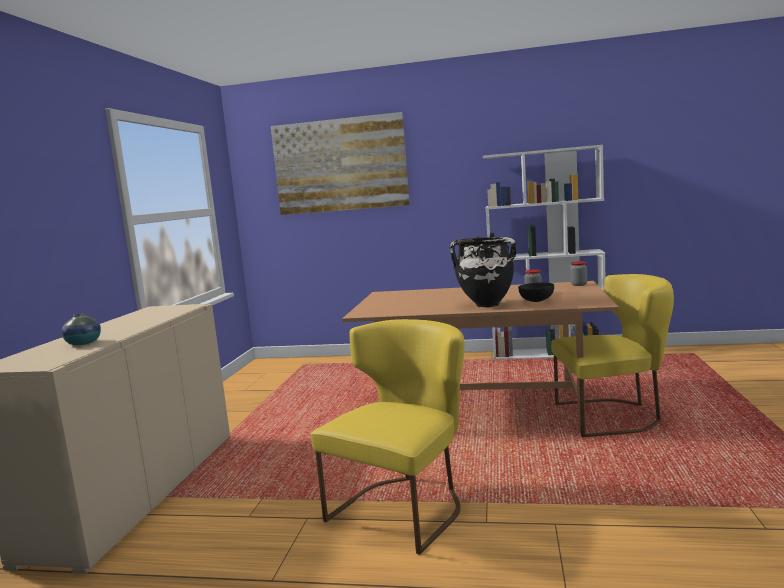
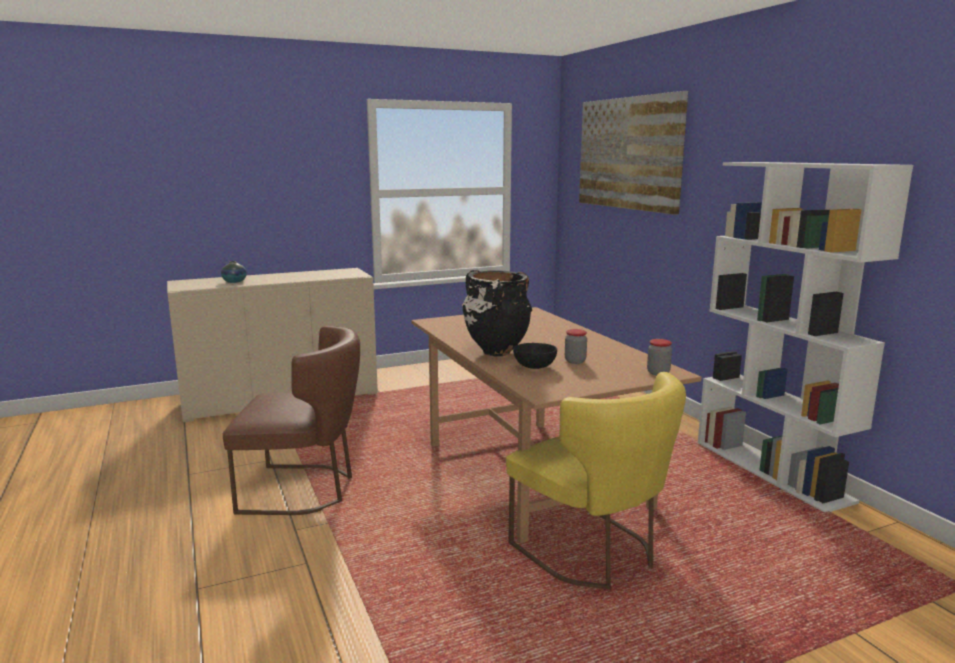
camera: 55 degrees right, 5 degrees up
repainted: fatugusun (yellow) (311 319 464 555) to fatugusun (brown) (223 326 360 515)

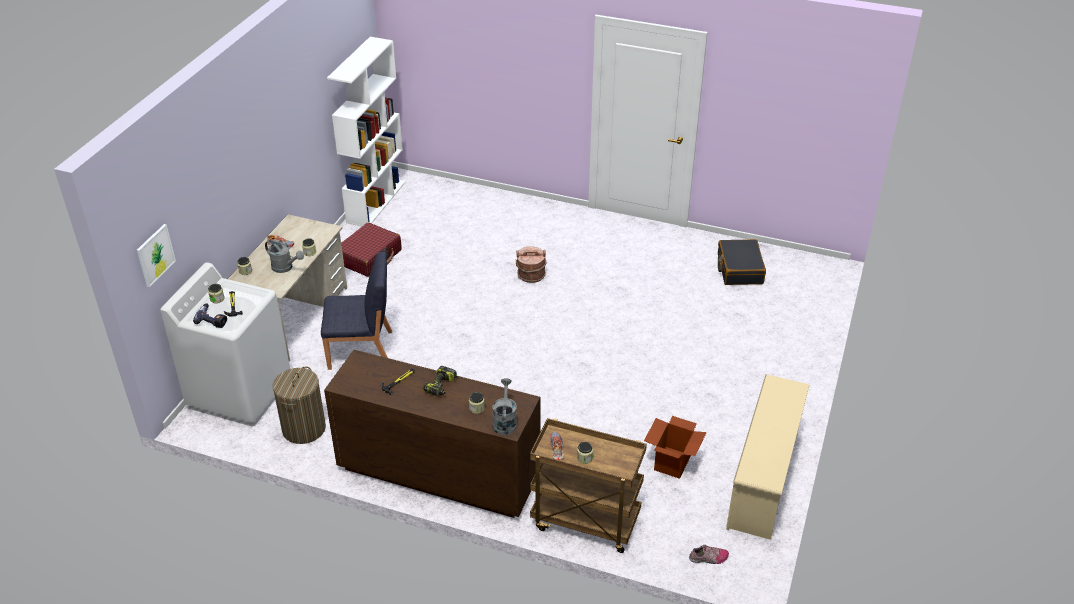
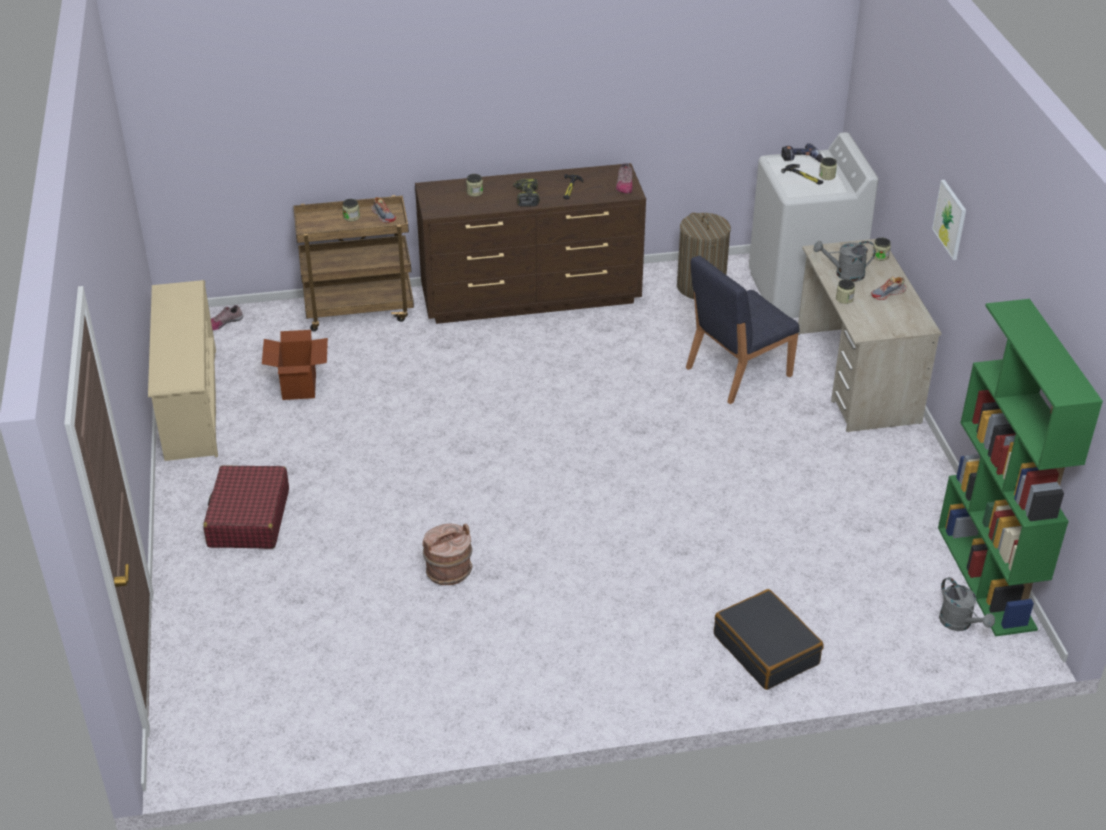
camera: 150 degrees right, 0 degrees up
new: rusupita (616 163 632 193)
shifted: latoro (137 224 176 287) to (932 180 966 260); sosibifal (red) (341 222 402 277) to (203 465 289 549); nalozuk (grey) (492 378 517 435) to (939 577 995 631); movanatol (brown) (516 246 546 283) to (423 524 473 585); sosibifal (black) (718 239 766 285) to (714 589 823 690)
repainted: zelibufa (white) (327 37 406 227) to zelibufa (green) (938 299 1103 636)

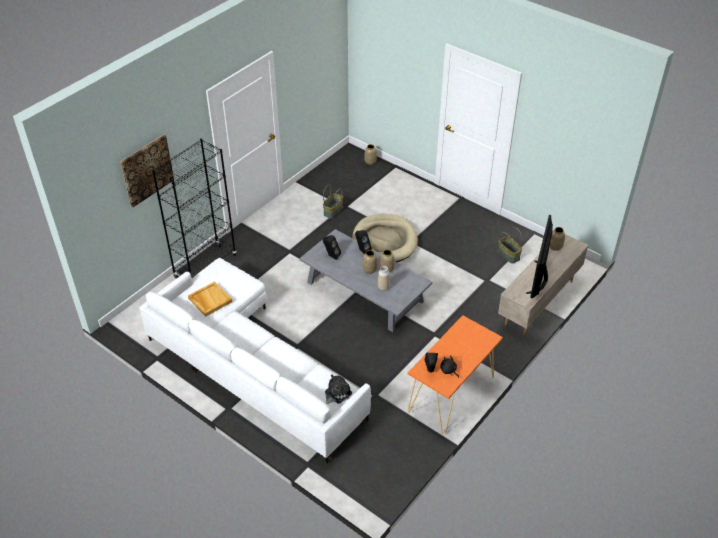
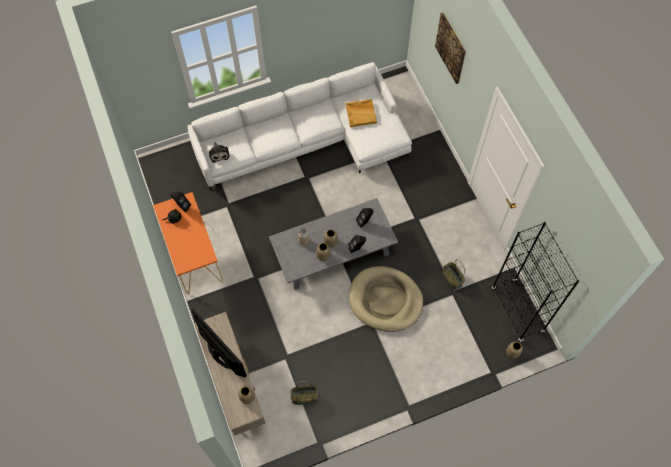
camera: 120 degrees right, 20 degrees up
shifted: zelibufa (black) (152 139 236 279) to (492 222 579 342)

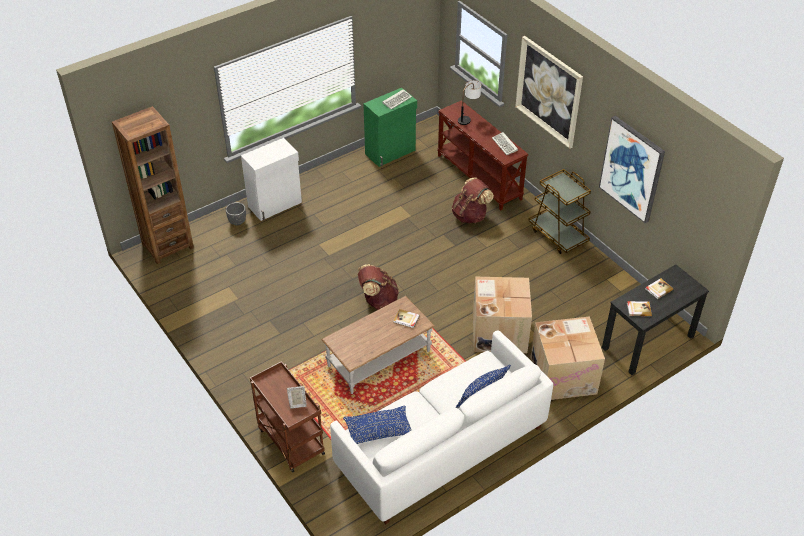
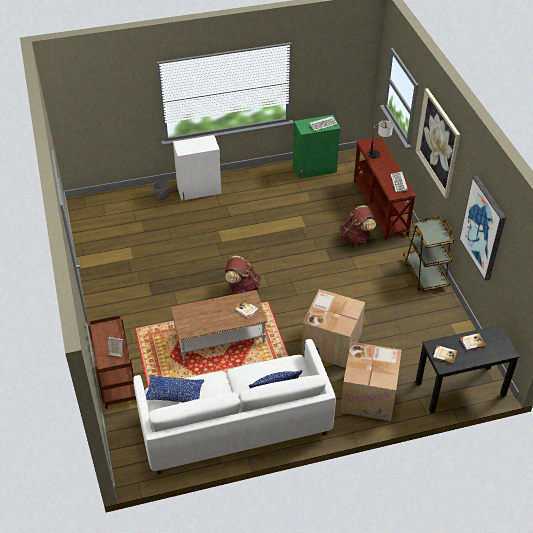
camera: 20 degrees right, 0 degrees up
gone: zelibufa (brown) (112 106 194 264)

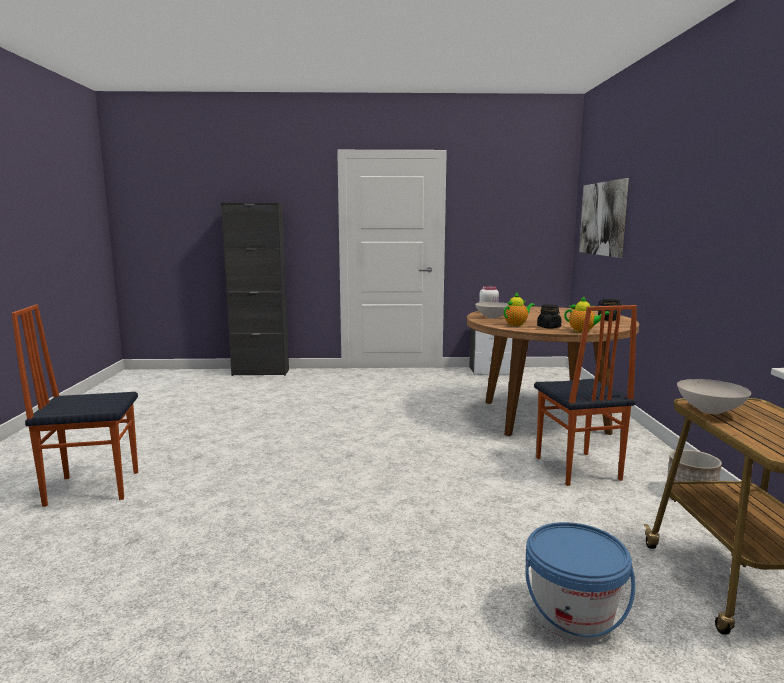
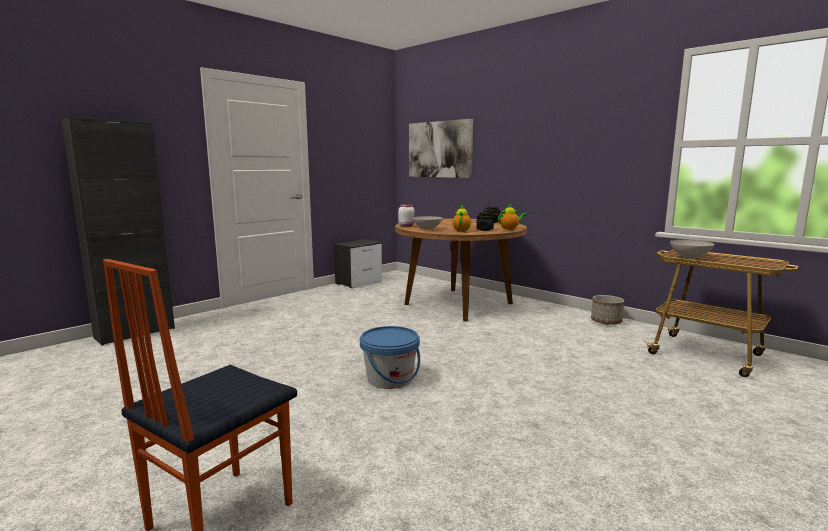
camera: 45 degrees left, 0 degrees up
gone: fatugusun (534 305 637 486)
shifted: movanatol (blue) (525 522 635 642) to (360 326 420 389)

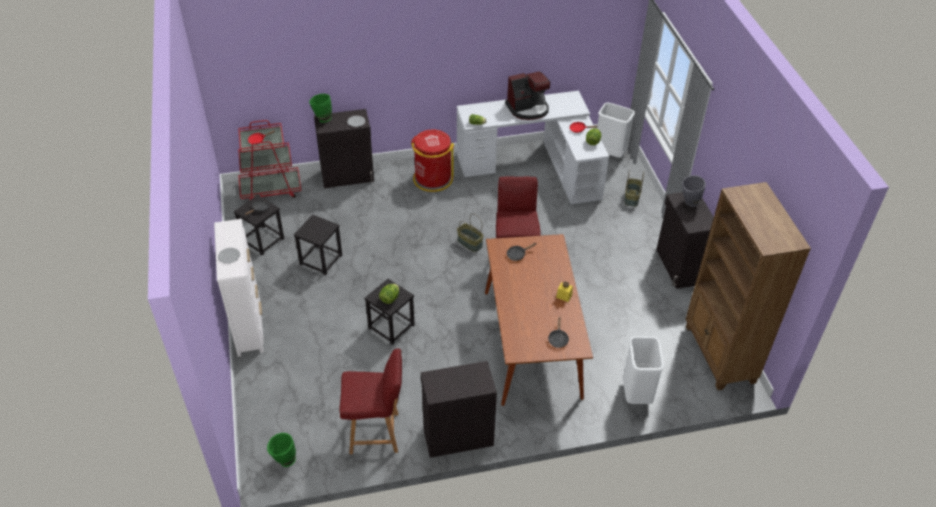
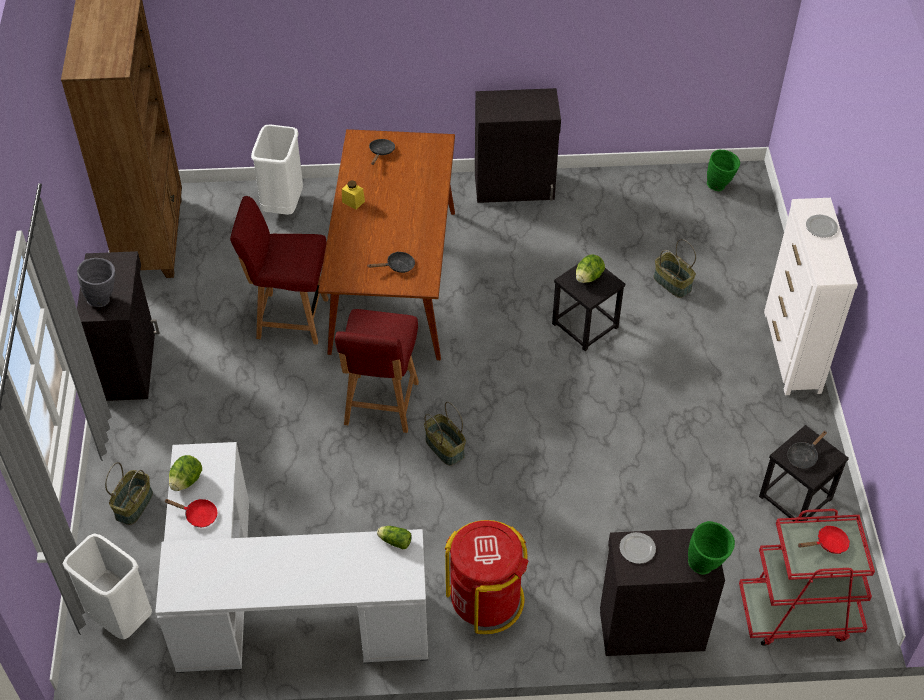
camera: 170 degrees left, 5 degrees up
gone: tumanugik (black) (294 214 342 275); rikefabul (505 71 550 120)
new: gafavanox (654 239 696 298)
shifted: fatugusun (red) (339 348 402 454) to (230 196 329 345)

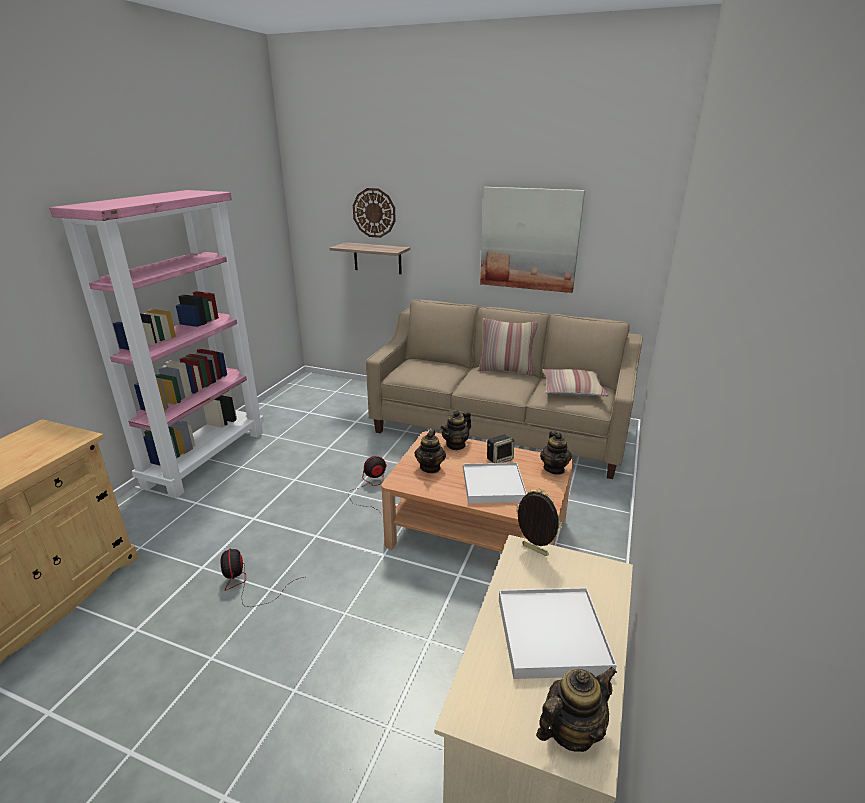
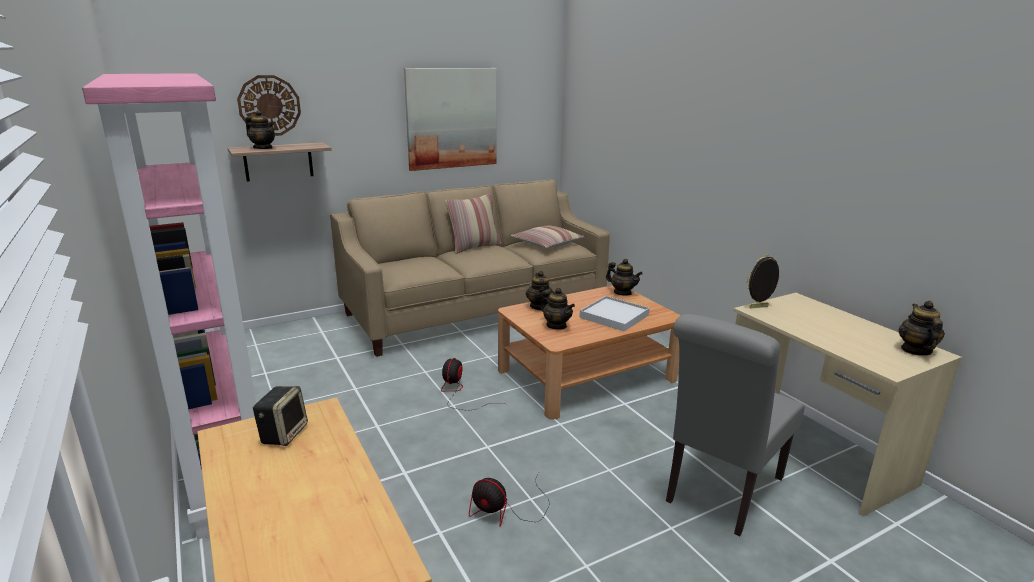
camera: 50 degrees left, 5 degrees down
gone: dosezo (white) (499 588 617 679)
new: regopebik (245 110 275 149); fatugusun (grey) (666 314 805 537)
shifted: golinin (487 435 514 463) to (253 386 308 446)

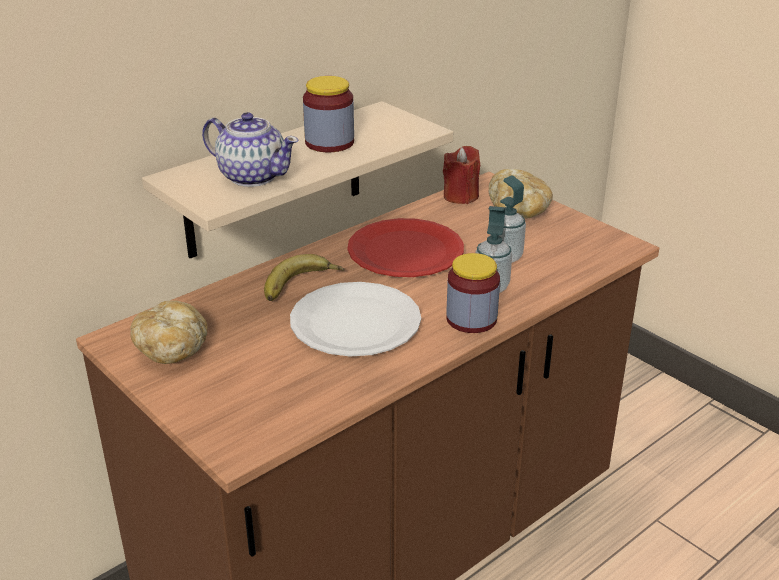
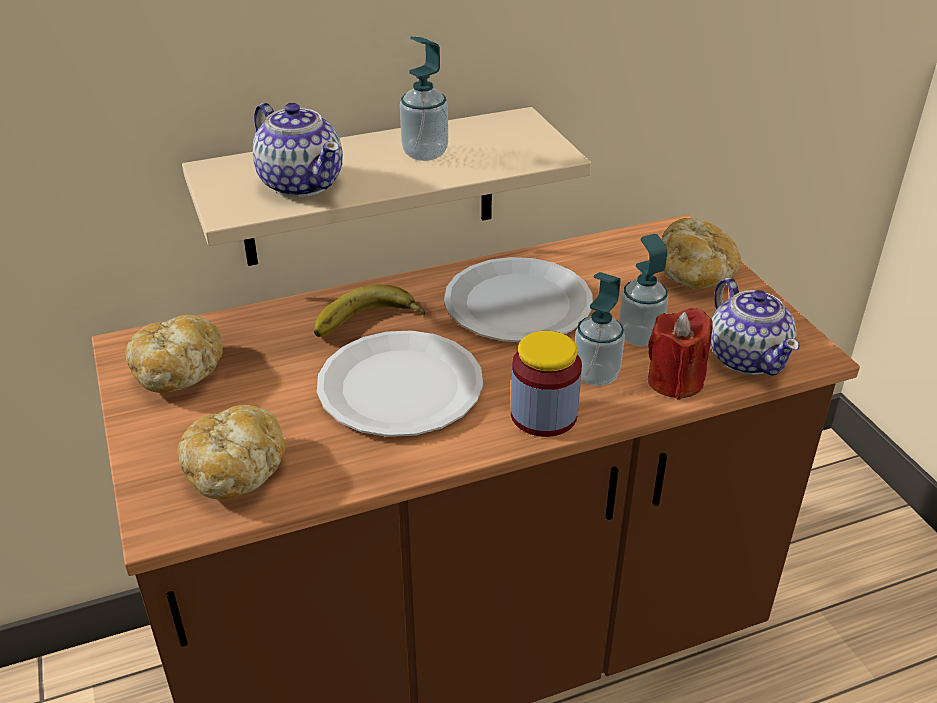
camera: 20 degrees right, 5 degrees up
new: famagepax (177 405 285 500); regopebik (710 278 800 376)
shifted: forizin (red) (443 146 480 204) to (648 308 713 400)
swapped: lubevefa (303 76 354 152) to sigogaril (400 36 448 161)
repainted: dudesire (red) (347 218 464 277) to dudesire (white) (444 257 593 342)

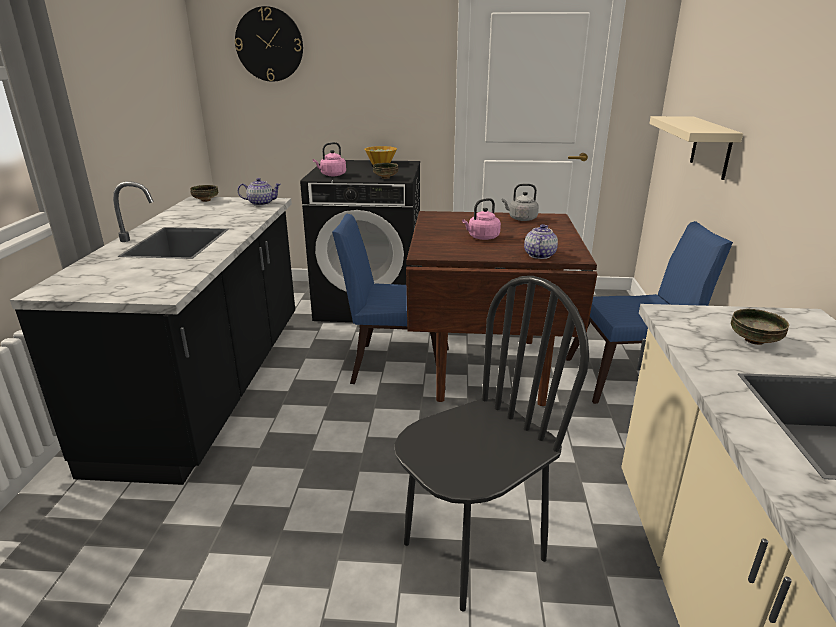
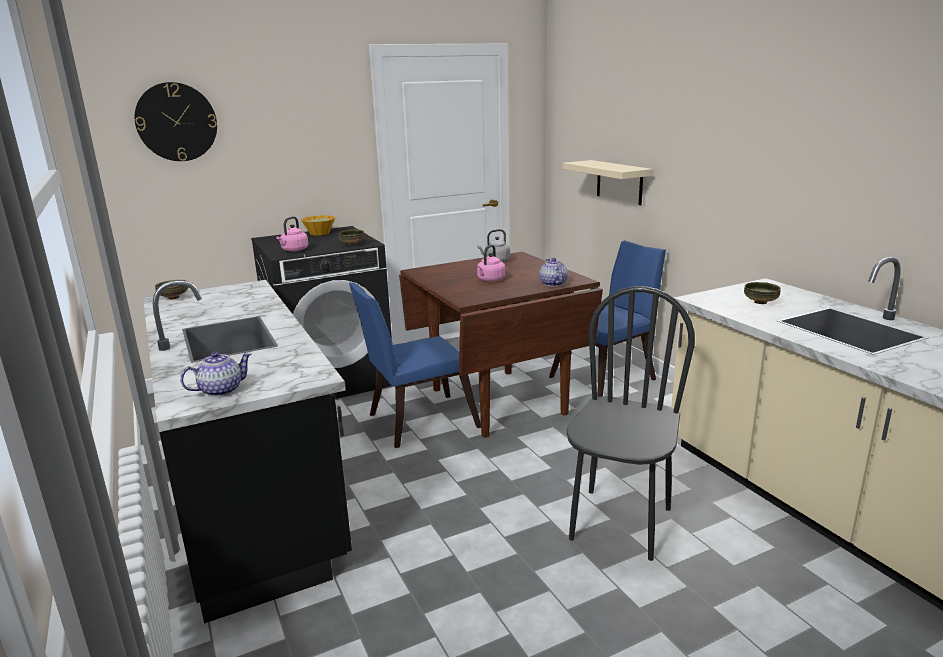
camera: 30 degrees left, 5 degrees down
shifted: regopebik (238 178 281 206) to (180 352 252 397)

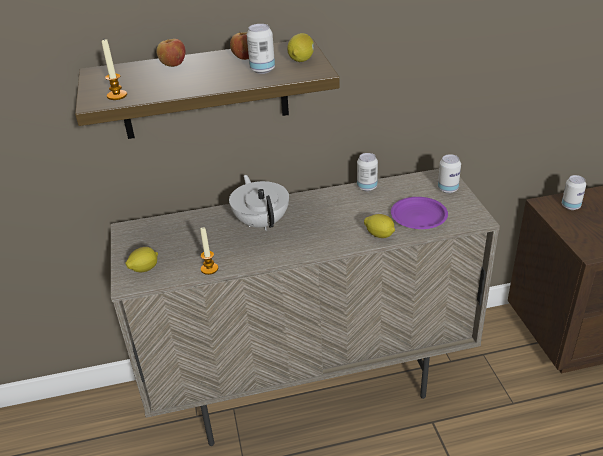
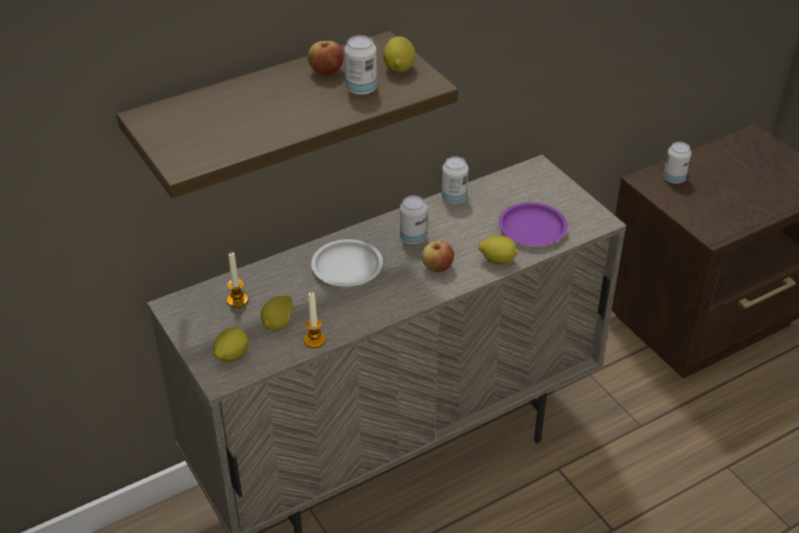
camera: 20 degrees left, 5 degrees up
new: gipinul (261 295 294 331)
shifted: forizin (102 39 127 100) to (227 252 248 308); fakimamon (156 39 185 67) to (422 241 454 272); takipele (438 154 461 193) to (400 195 427 245)
swapped: regopebik (white) (229 175 289 231) to dudesire (white) (311 239 383 287)

